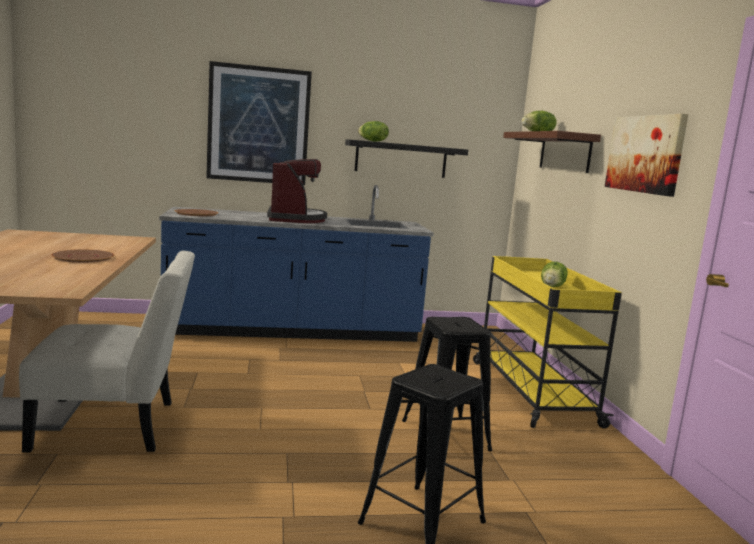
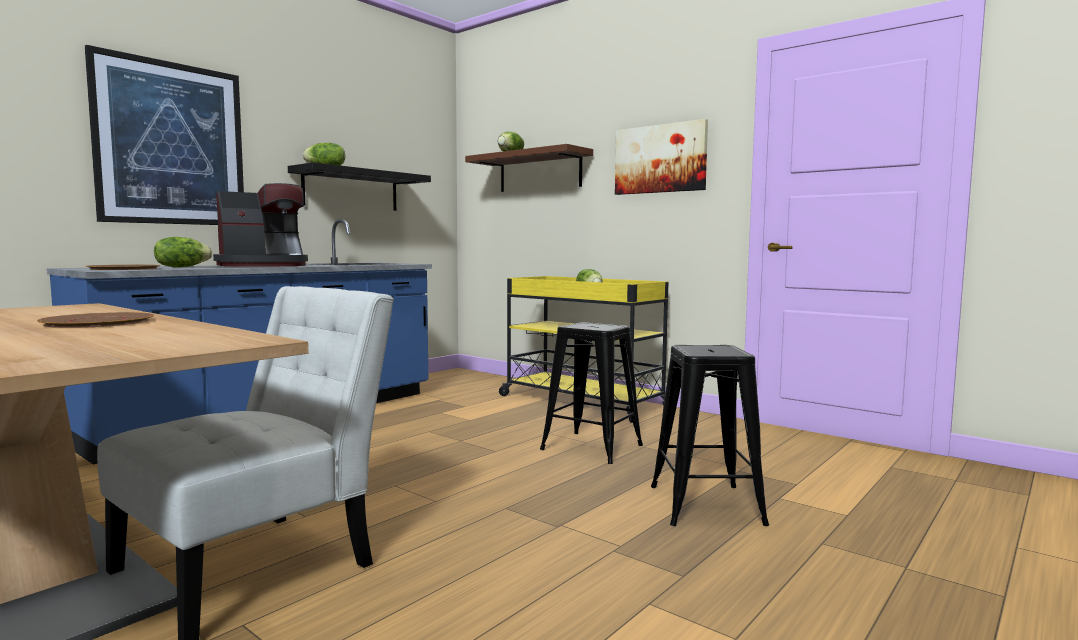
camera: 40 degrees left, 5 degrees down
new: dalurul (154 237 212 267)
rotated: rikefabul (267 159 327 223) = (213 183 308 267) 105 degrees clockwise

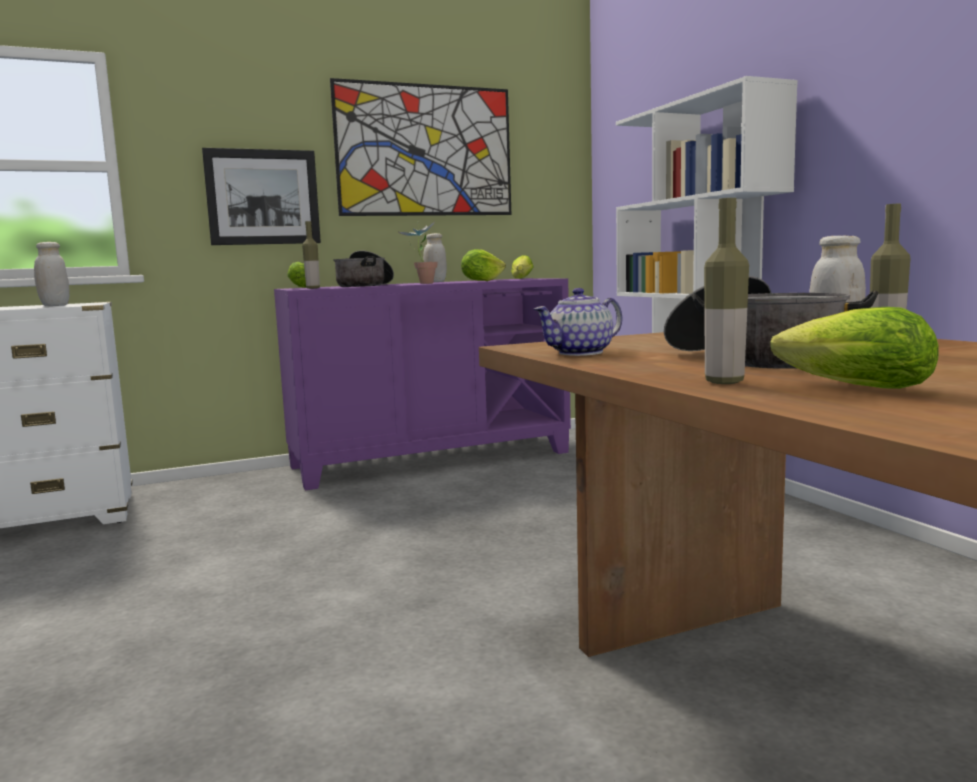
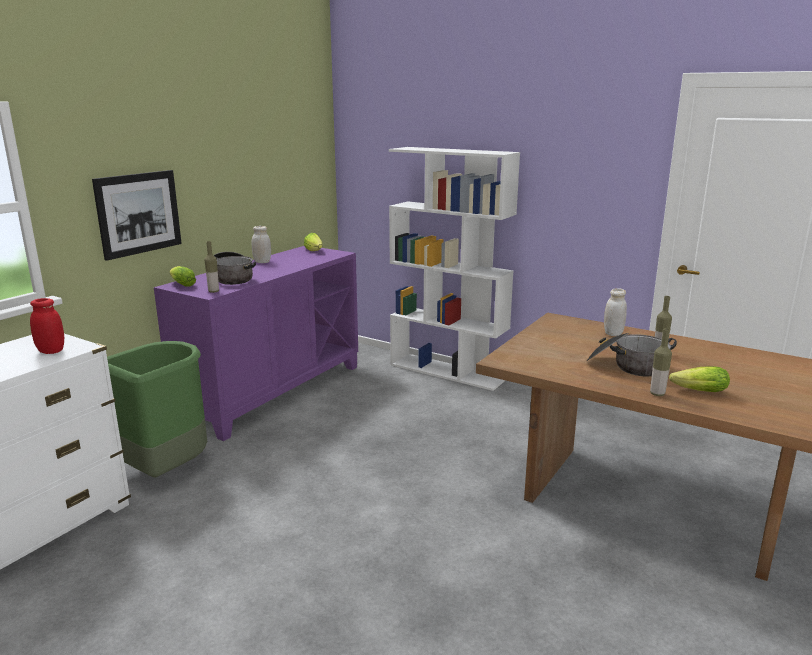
camera: 35 degrees left, 10 degrees up
gone: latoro (330 78 511 216); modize (397 221 438 284); dalurul (461 249 506 281); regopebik (534 288 622 356)
new: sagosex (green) (107 341 207 478)
repainted: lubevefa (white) (34 242 70 306) to lubevefa (red) (30 298 64 354)

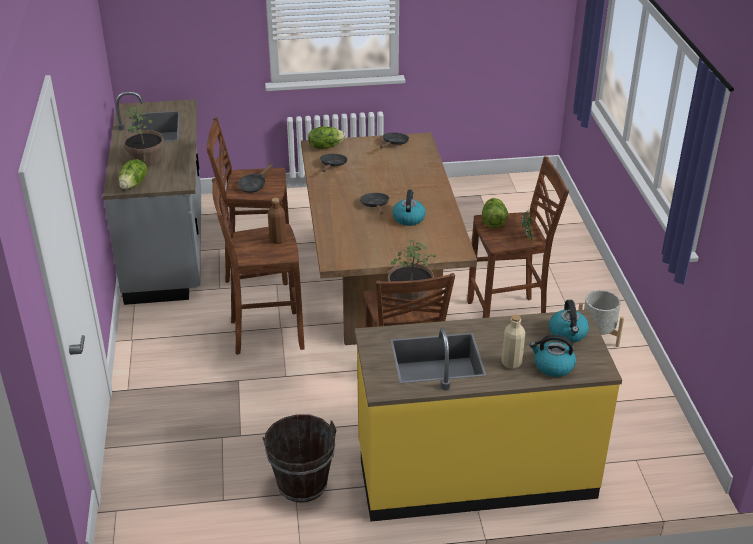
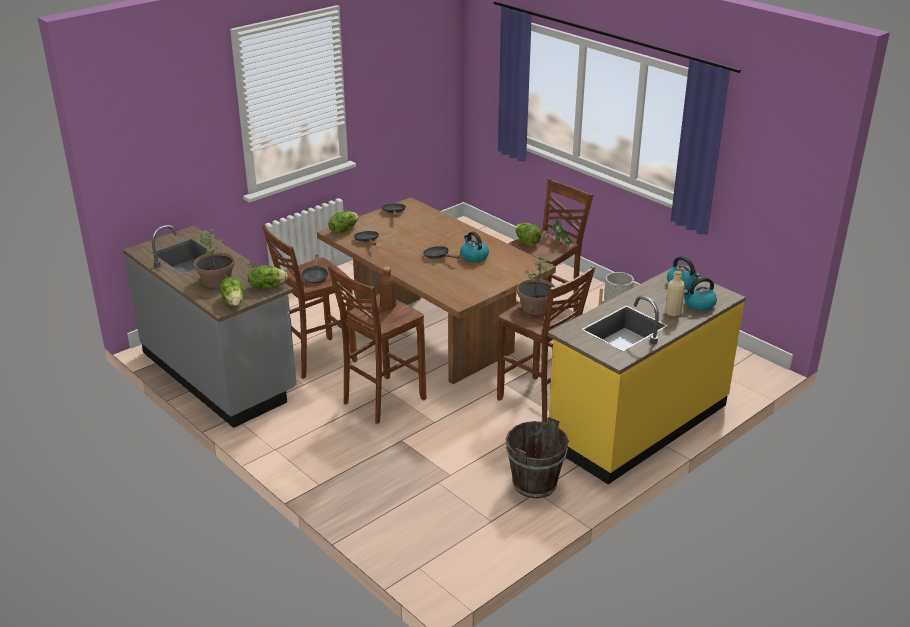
camera: 35 degrees left, 5 degrees down
new: dalurul (248 265 288 289)

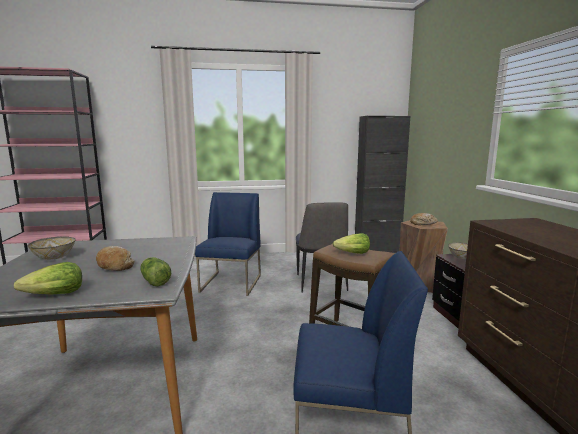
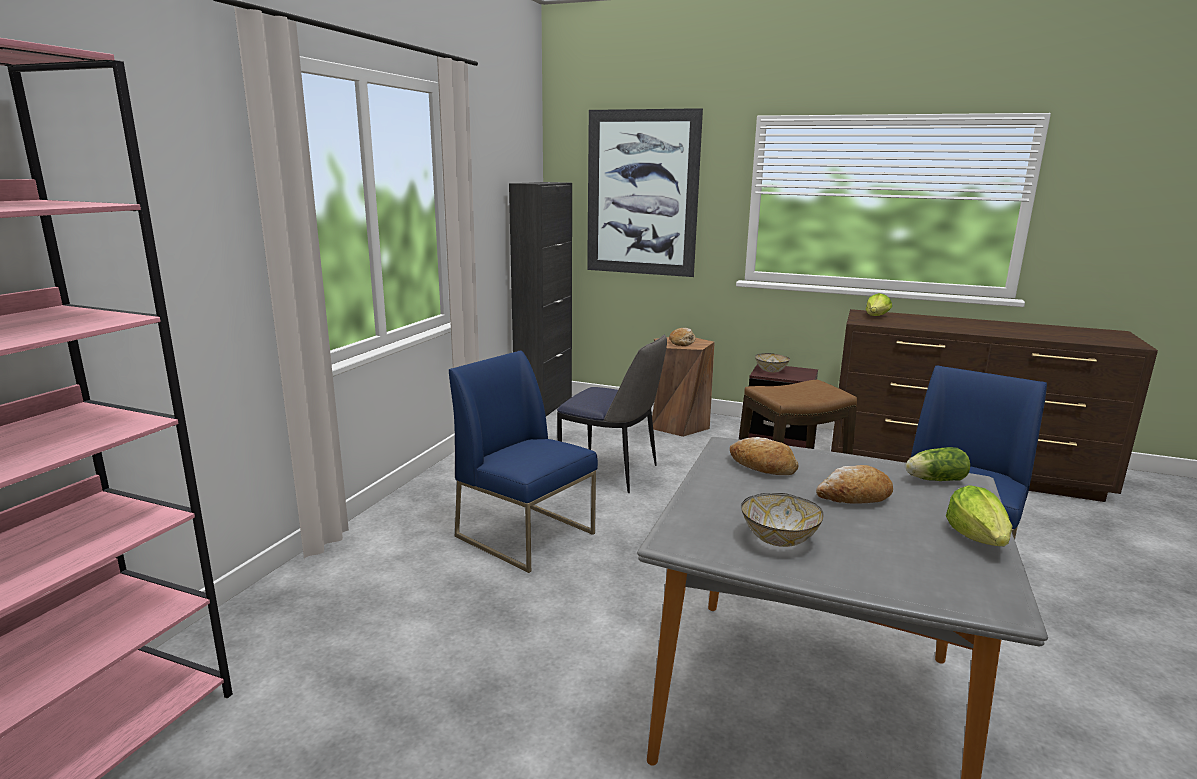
camera: 60 degrees left, 5 degrees up
new: latoro (587 108 703 277); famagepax (730 437 798 475)
shifted: dalurul (333 233 370 254) to (866 293 892 316)

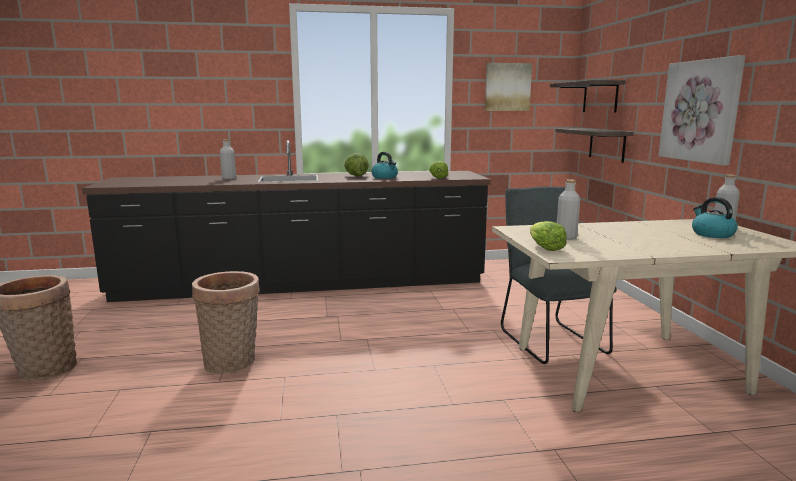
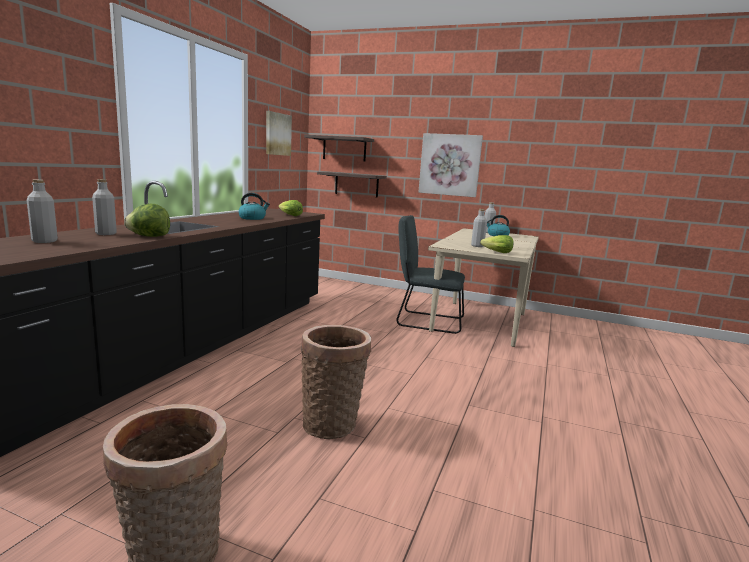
camera: 60 degrees left, 0 degrees up
new: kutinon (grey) (27 180 58 243)
shifted: dalurul (344 153 369 176) to (124 204 170 237)

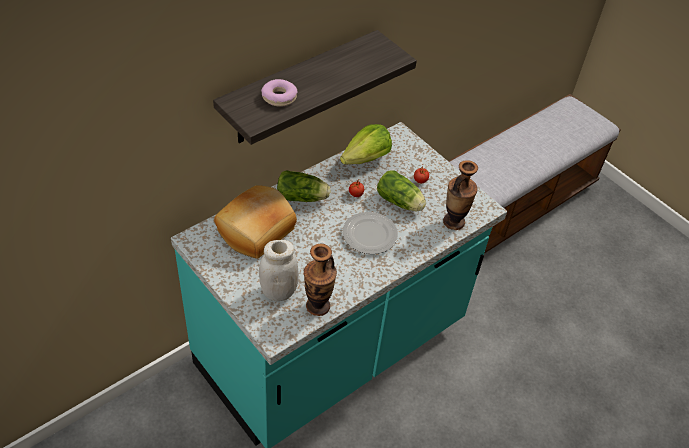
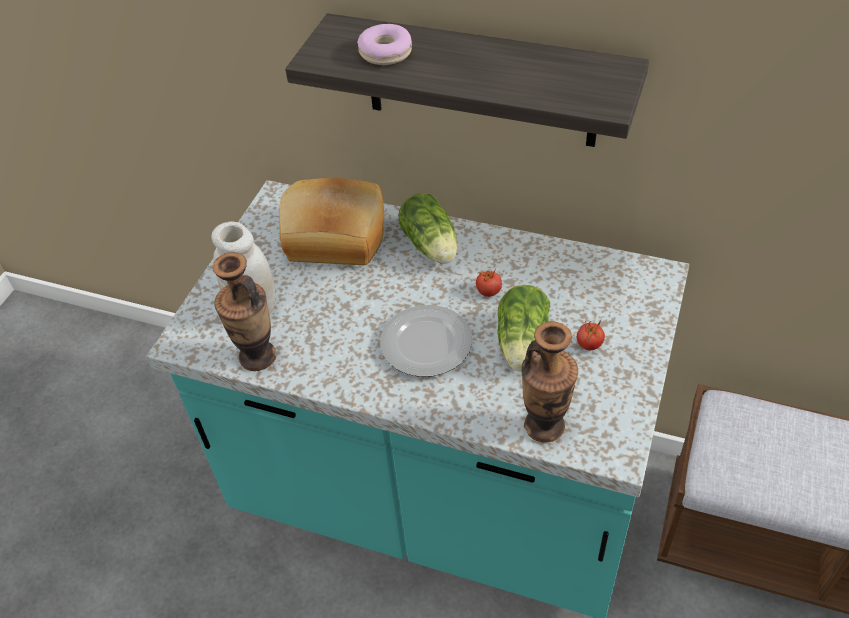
camera: 65 degrees right, 0 degrees up
gone: dalurul (340 124 392 164)

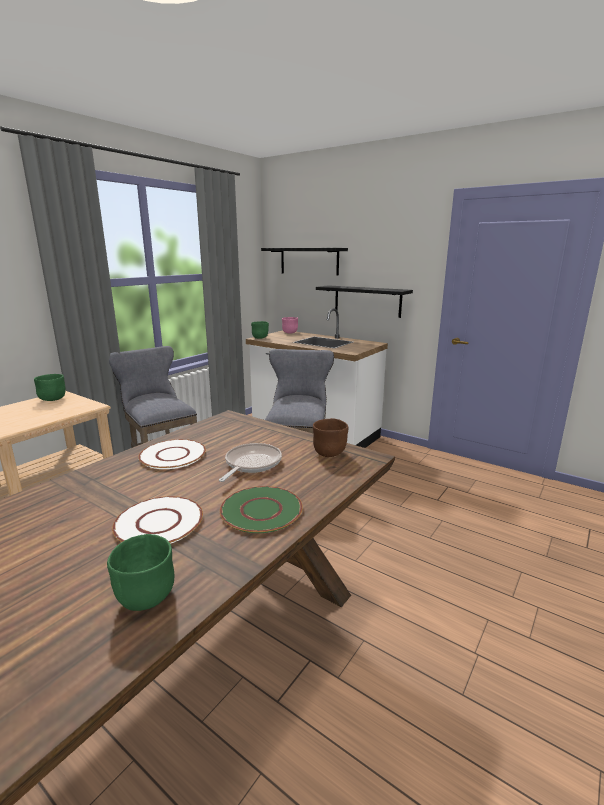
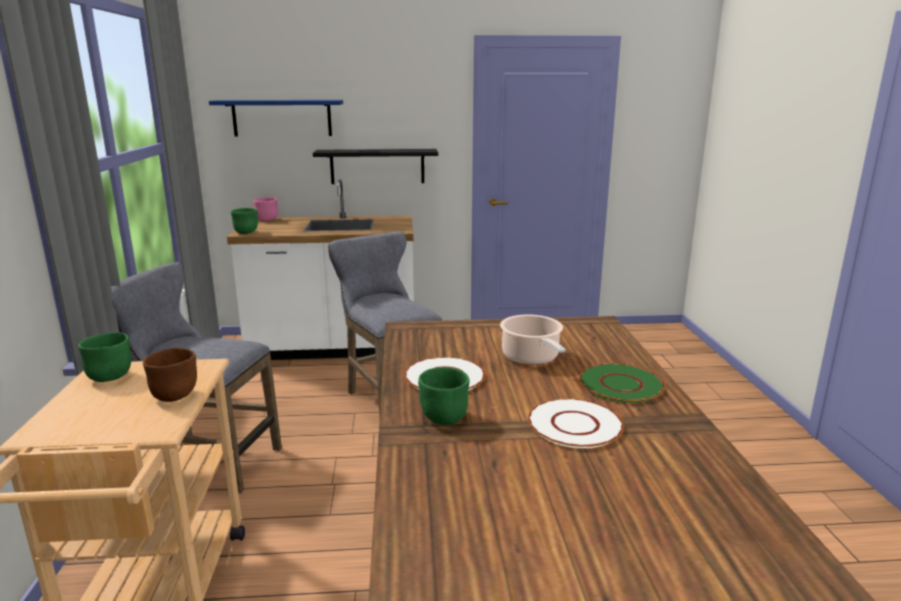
camera: 40 degrees left, 0 degrees up
shifted: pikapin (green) (107 534 174 611) to (418 367 470 425); pikapin (brown) (313 418 348 457) to (143 348 197 402)
swapped: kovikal (219 443 282 482) to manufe (500 315 566 365)
repainted: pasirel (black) (261 248 348 276) to pasirel (blue) (209 100 343 137)

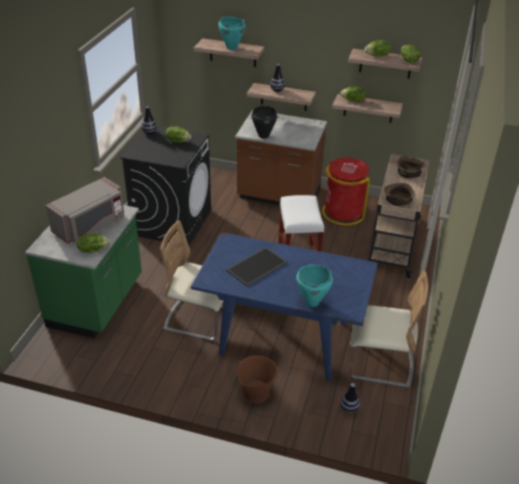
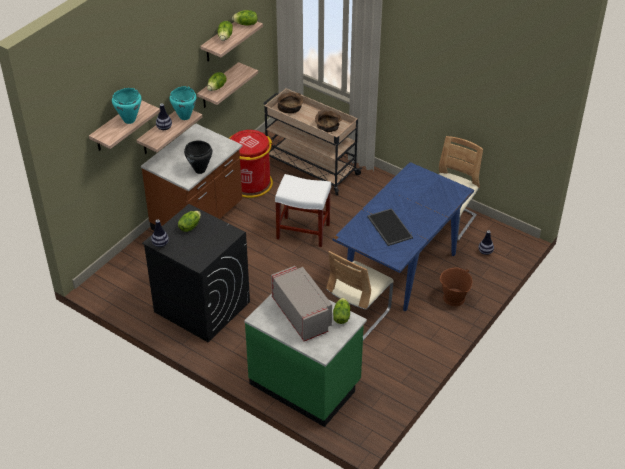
camera: 70 degrees left, 5 degrees up
shifted: manufe (turquoise) (296 265 333 307) to (169 86 196 120)

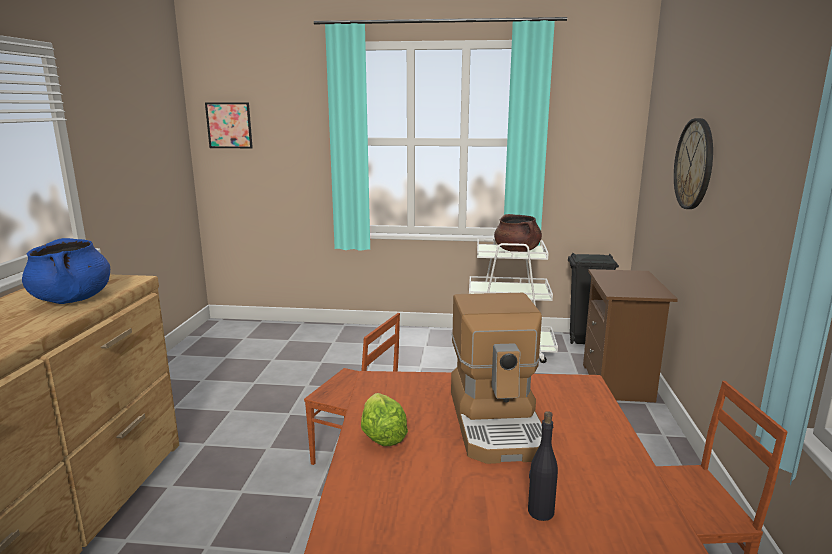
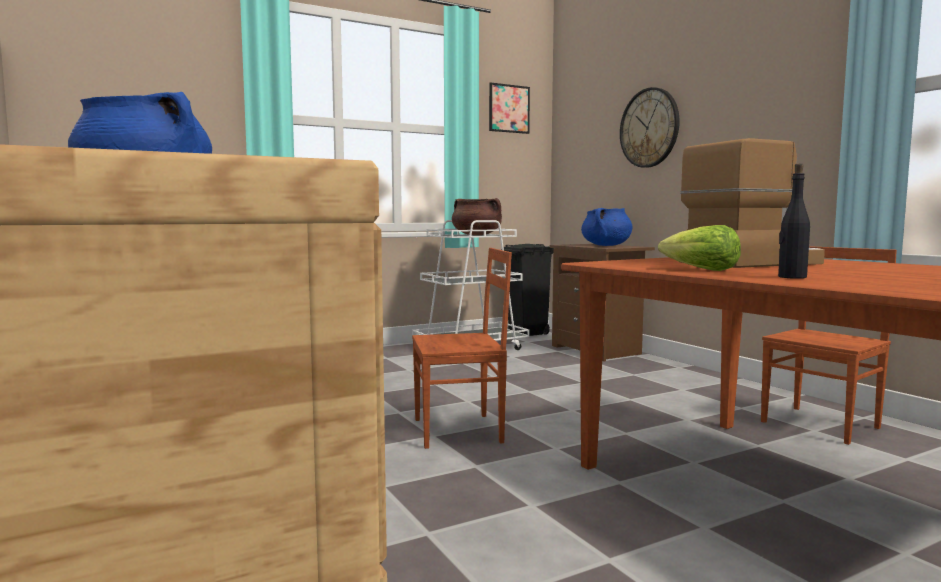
camera: 35 degrees left, 10 degrees down
new: manufe (blue) (581 208 633 246)
shifted: latoro (205 102 253 148) to (489 82 530 134); kutinon (black) (528 411 558 521) to (778 163 810 279)
rotated: rikefabul (451 293 542 464) = (680 138 825 268) 75 degrees counterclockwise

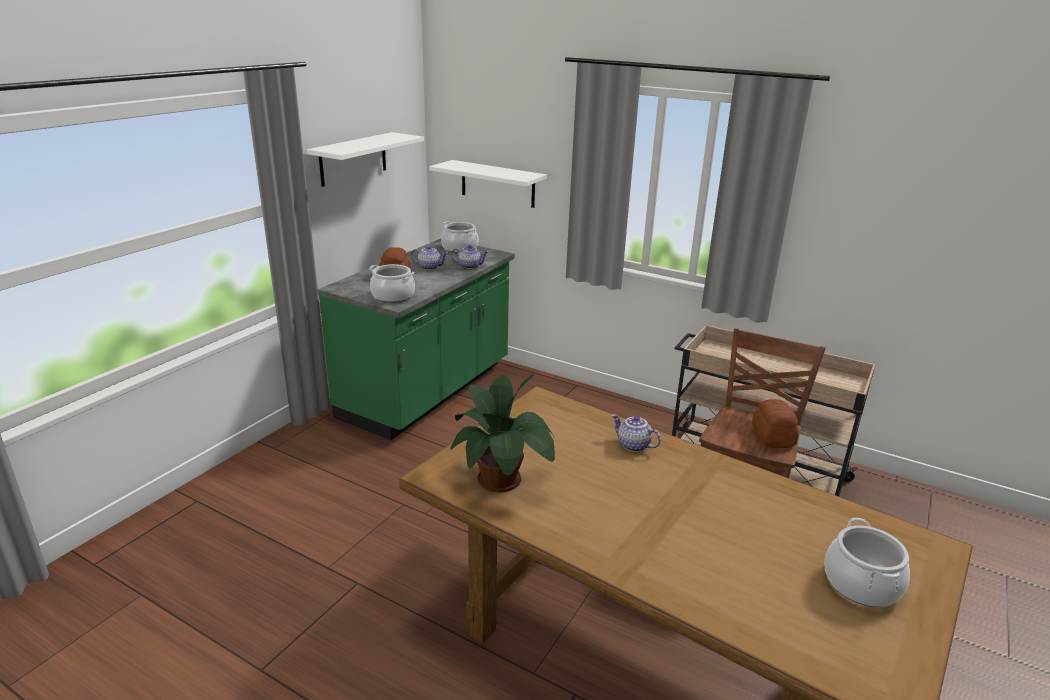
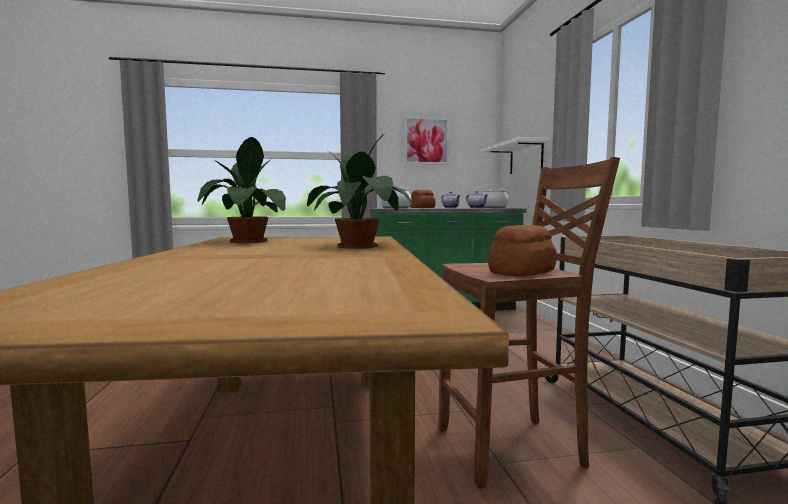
camera: 50 degrees right, 20 degrees down
gone: manufe (824 518 910 607)
swapped: pasirel (white) (307 132 424 187) to latoro (404 117 449 165); regopebik (612 414 661 452) to modize (307 133 413 249)

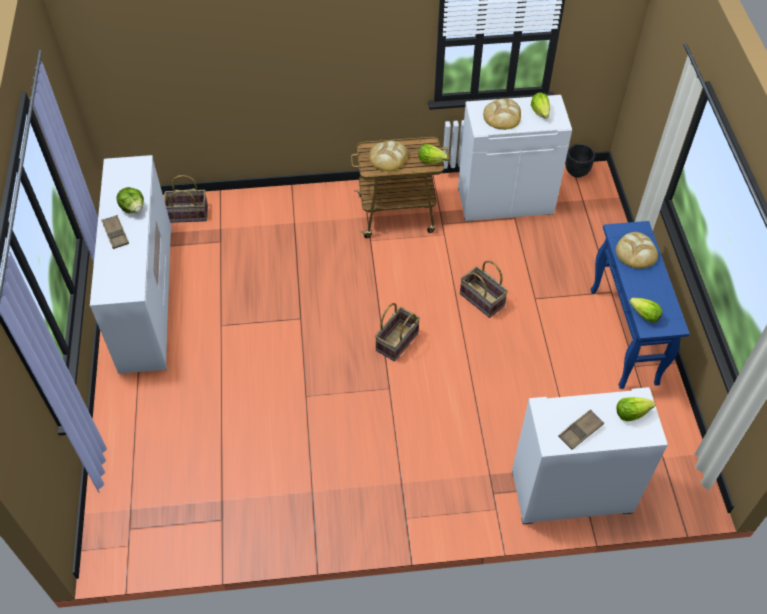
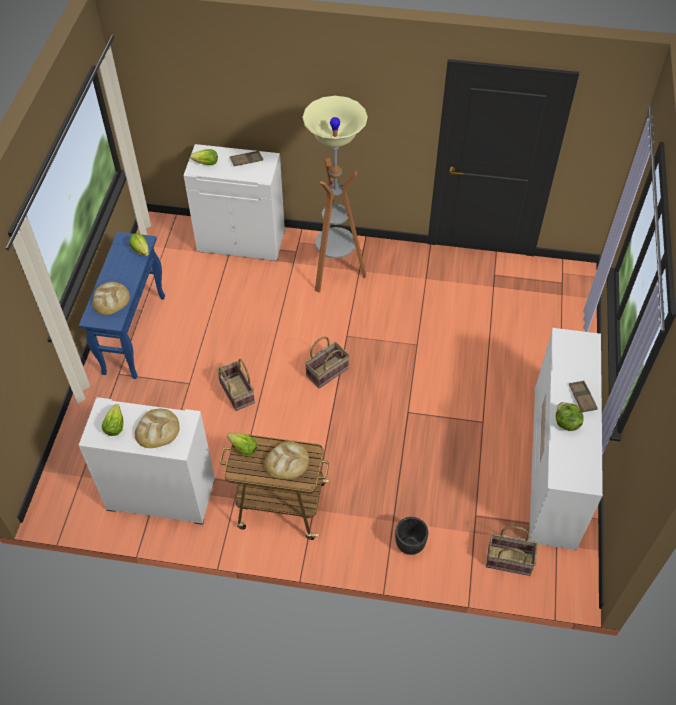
camera: 165 degrees left, 0 degrees up
new: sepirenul (302 96 368 293)
shifted: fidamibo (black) (565 144 595 177) to (395 517 428 555)

